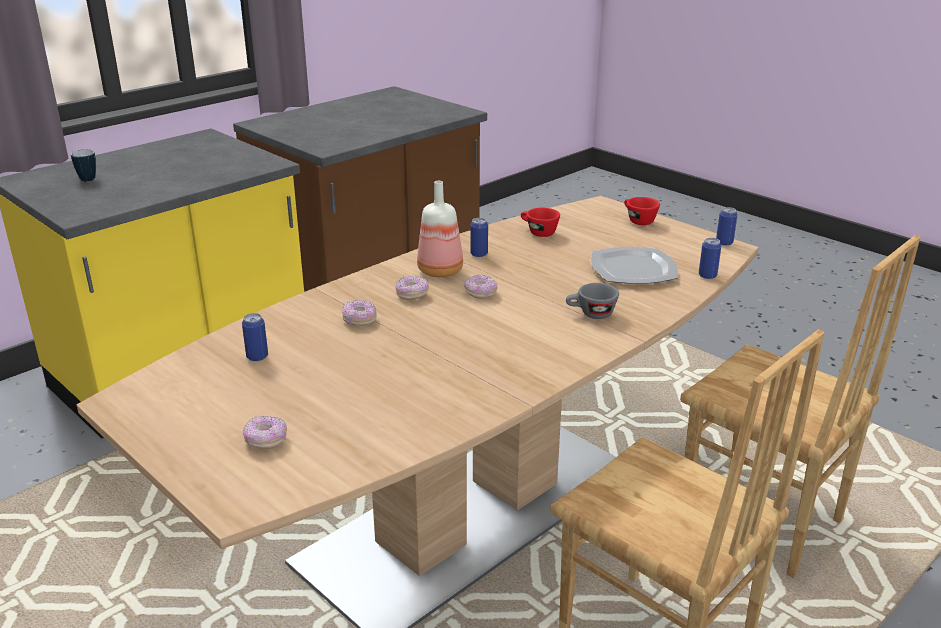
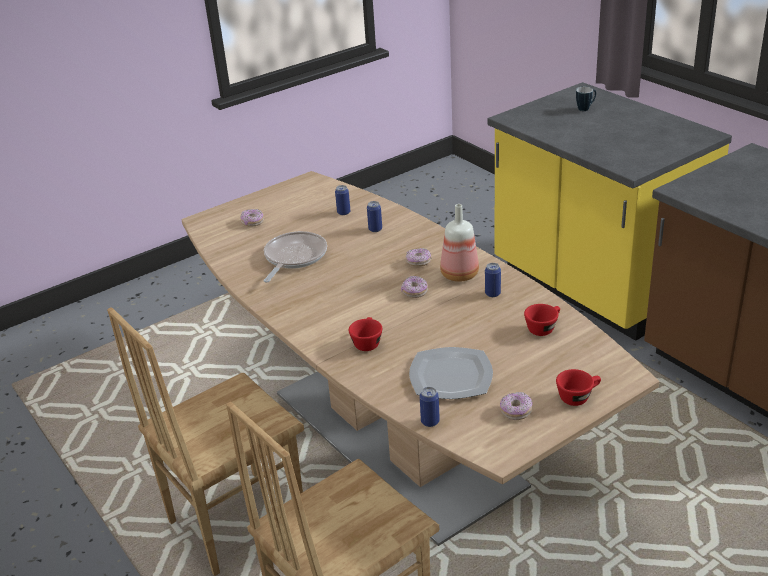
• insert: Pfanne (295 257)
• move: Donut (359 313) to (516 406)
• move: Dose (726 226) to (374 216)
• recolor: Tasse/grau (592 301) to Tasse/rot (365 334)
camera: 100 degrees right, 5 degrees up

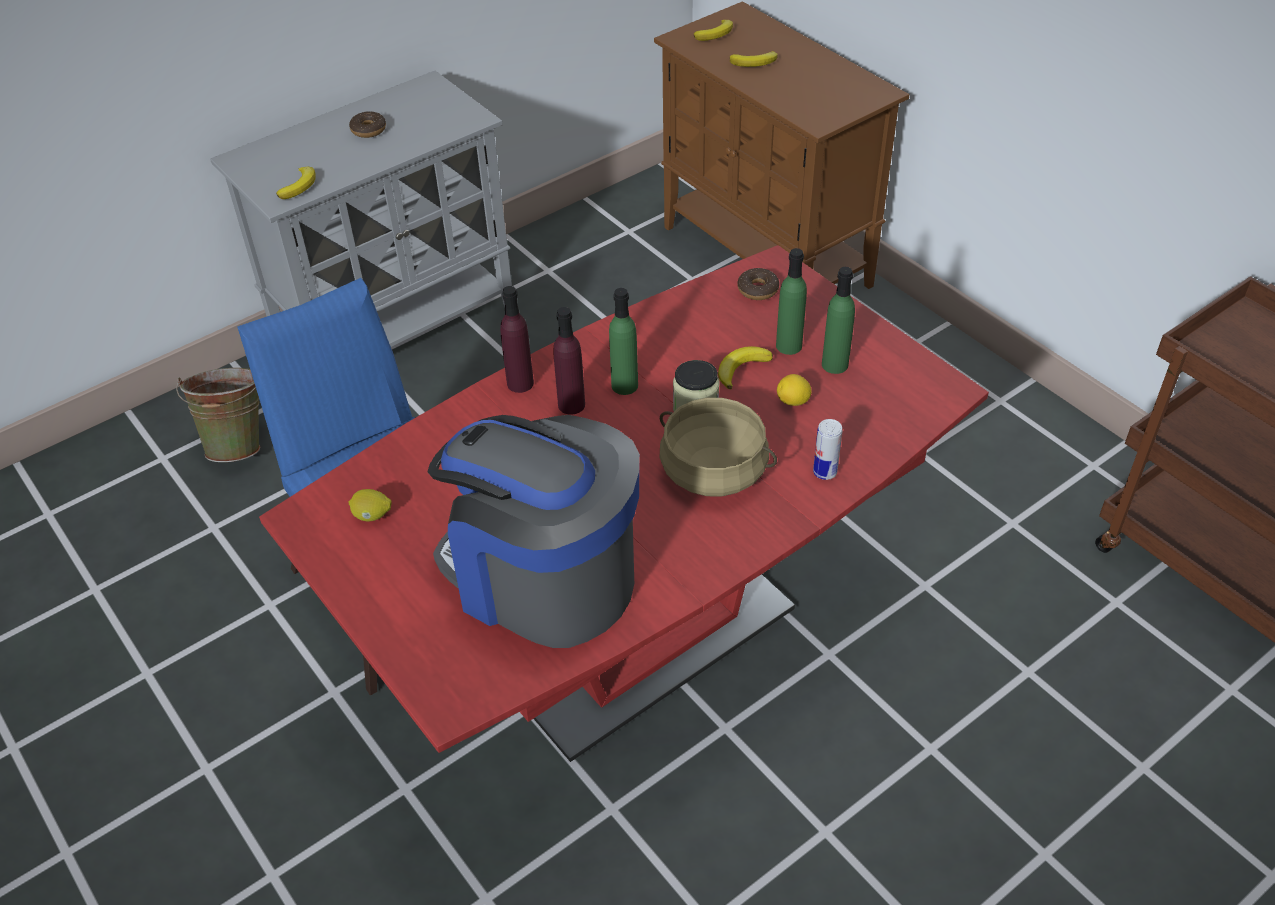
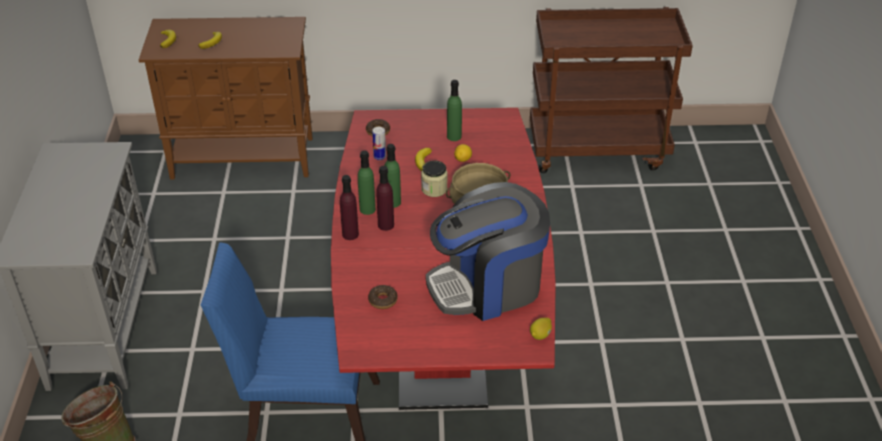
• delete: Banane (296 183)
• move: Zitrone (370 505) to (541 329)
• move: Donut (367 124) to (383 297)
• move: Flasche/grün (791 301) to (367 182)
• move: Dose (828 449) to (379 143)
camera: 55 degrees left, 5 degrees down

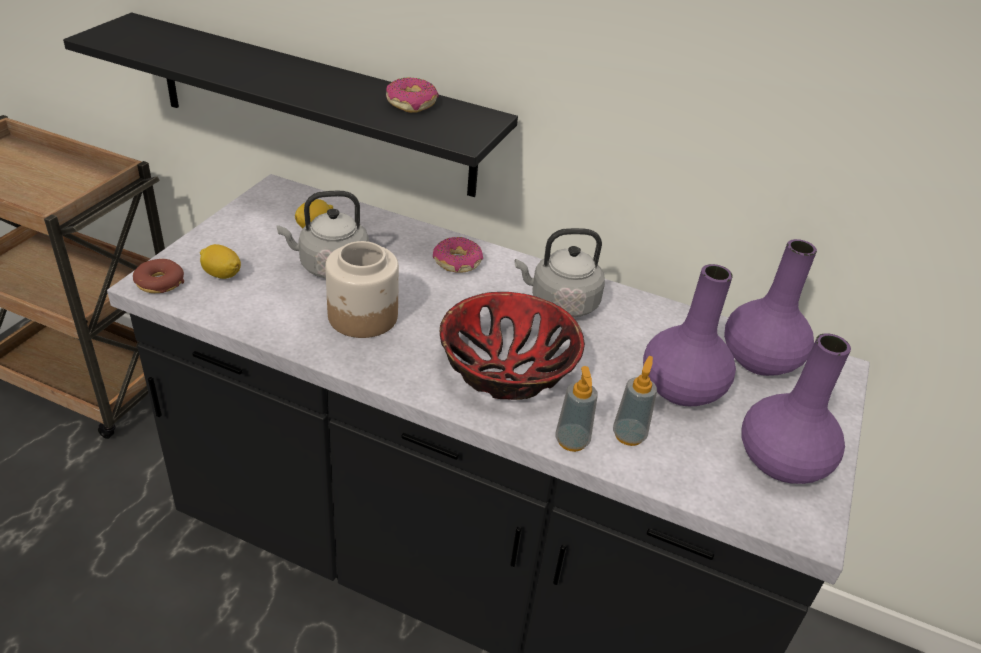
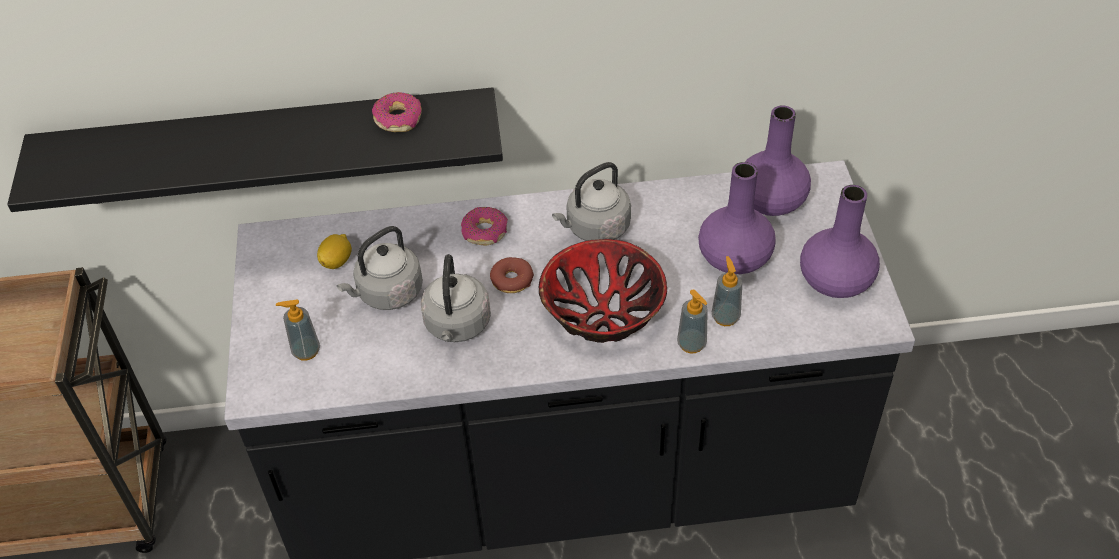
• move: Donut (158 276) to (512 275)
• replace: Zitrone (220 261) to Seifenspender (298 330)
• replace: Vorratsglas (362 289) to Wasserkessel/grau (456 298)
camera: 25 degrees left, 10 degrees up

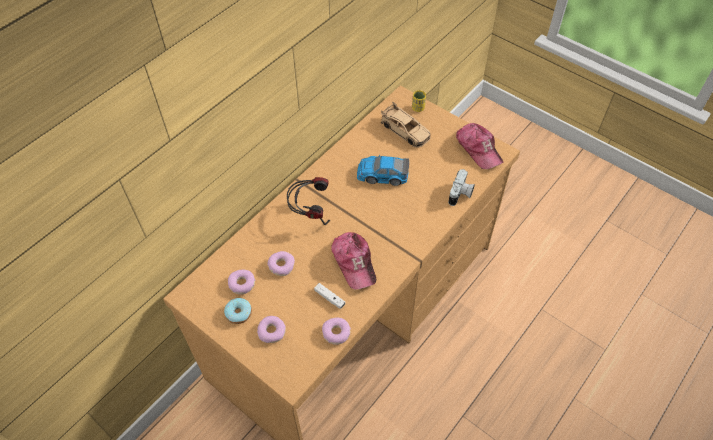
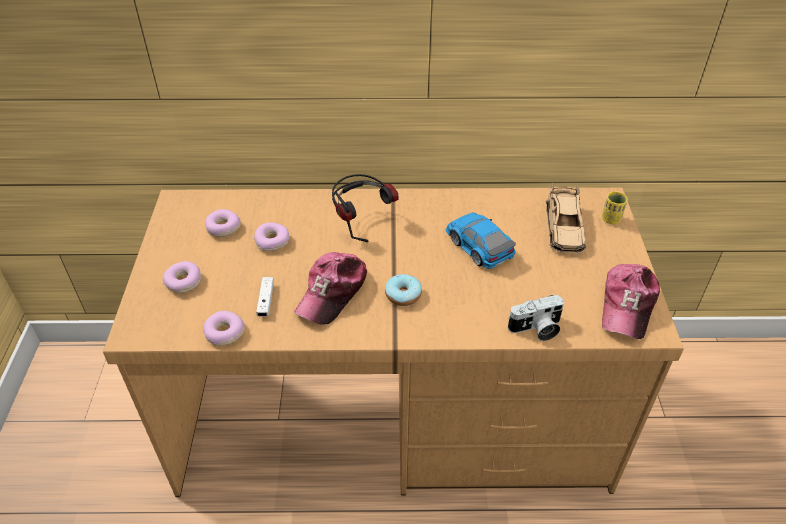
• move: Donut (238 311) to (403 290)
camera: 50 degrees right, 10 degrees down

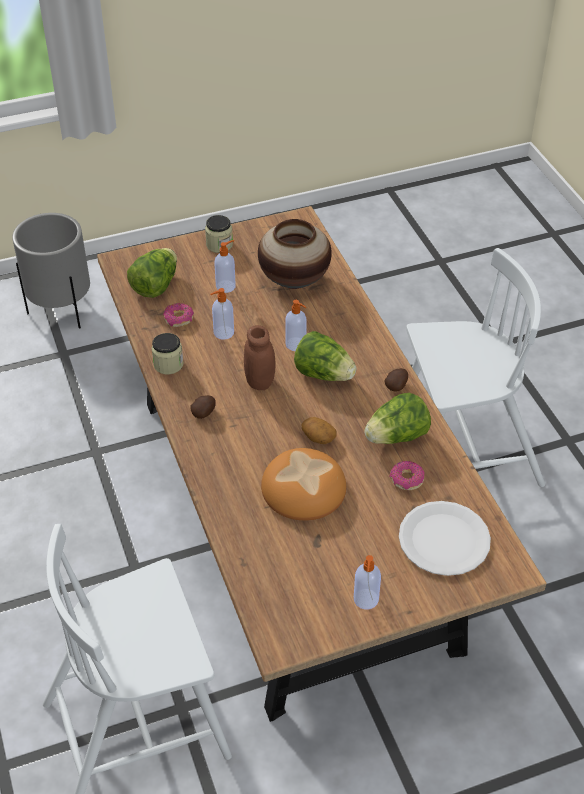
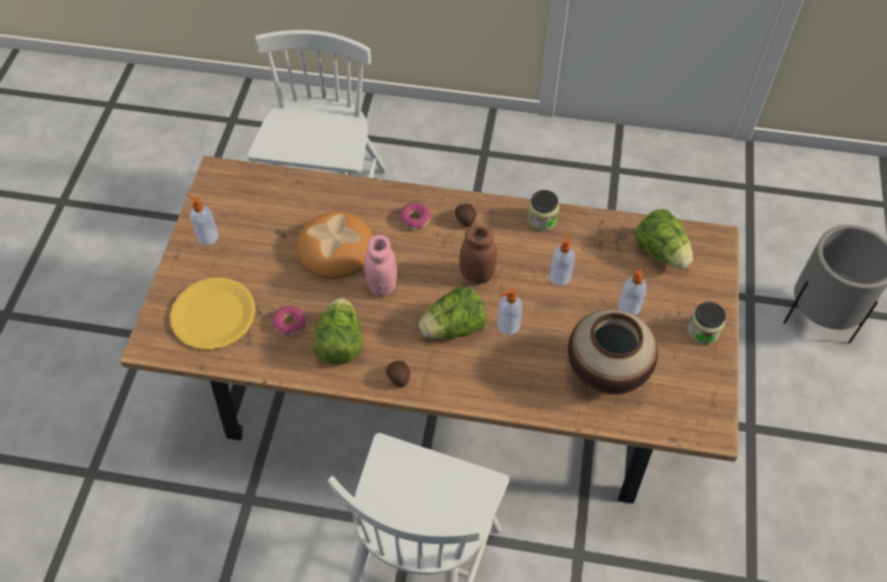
• move: Donut (178 315) to (415 216)
• replace: Kartoffel (319 430) to Vorratsglas/rosa (380 265)
• recolor: Teller/weiß (445 538) to Teller/gelb (213 314)
camera: 120 degrees right, 10 degrees up

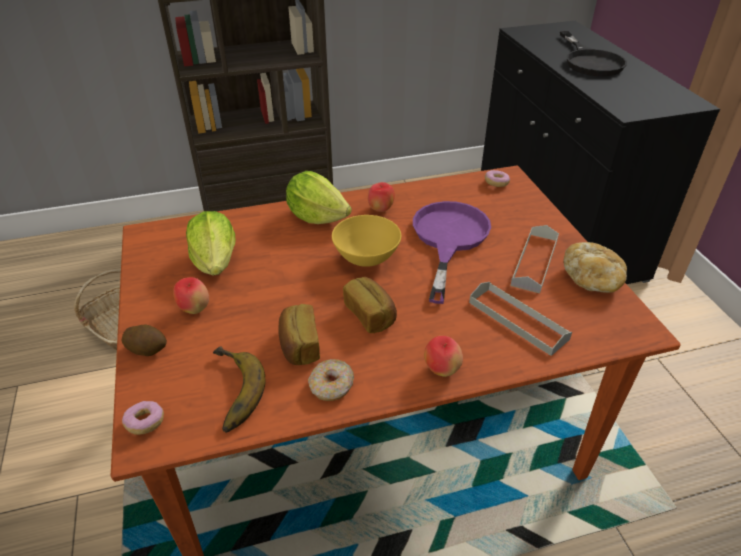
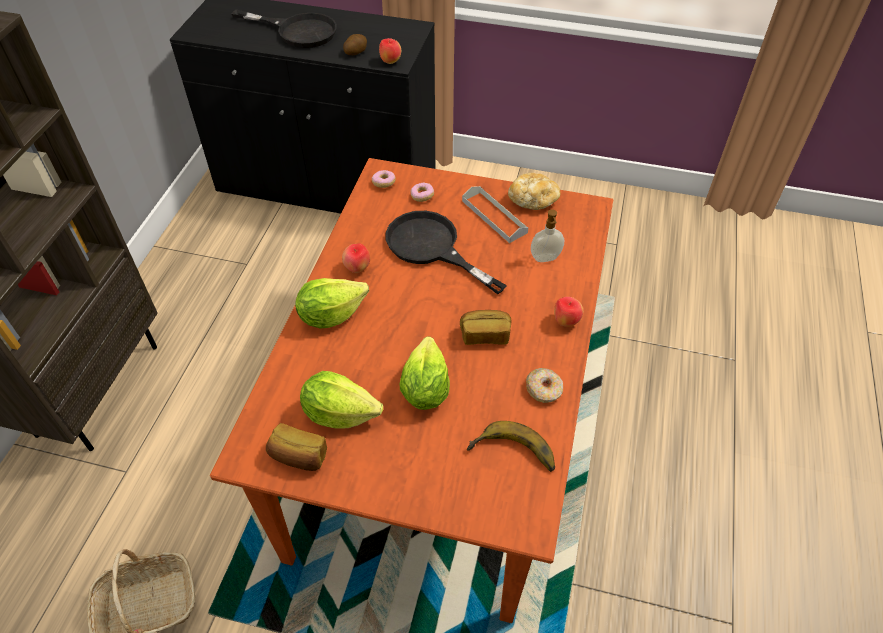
• delete: Schüssel/gelb (366 241)
• insert: Salatkopf (425 373)
• move: Kartoffel (144 340) to (355 44)
• move: Donut (143 418) to (422 192)
• move: Apfel (191 295) to (390 51)
• move: Brot (299 334) to (296 447)
• replace: Tablett/grau (520 319) to Seifenspender (547 235)
• recolor: Pfanne/lila (452 252) to Pfanne/schwarz (446 252)
camera: 60 degrees left, 10 degrees up

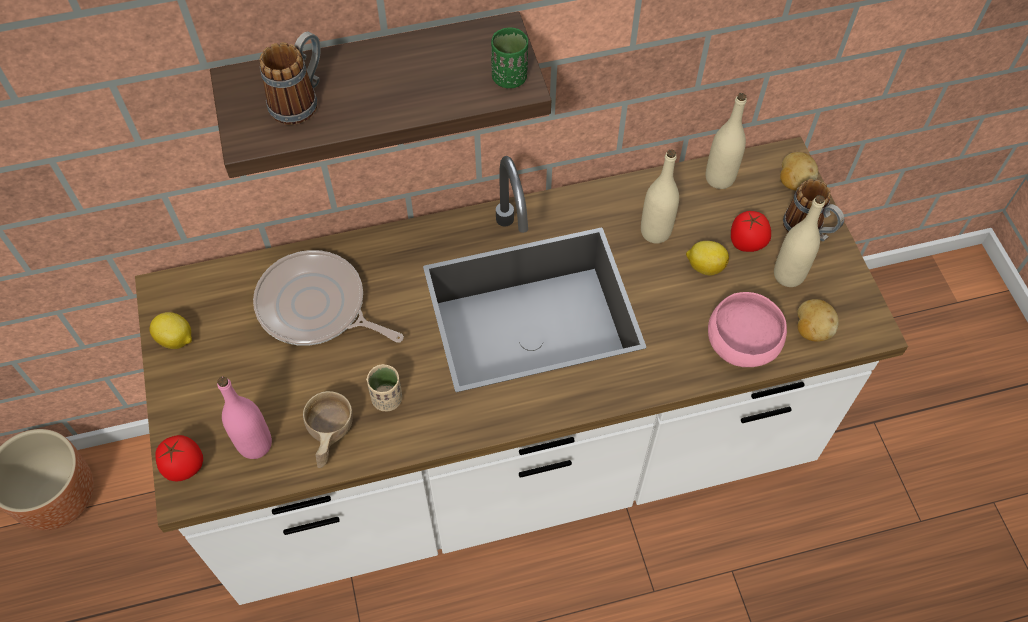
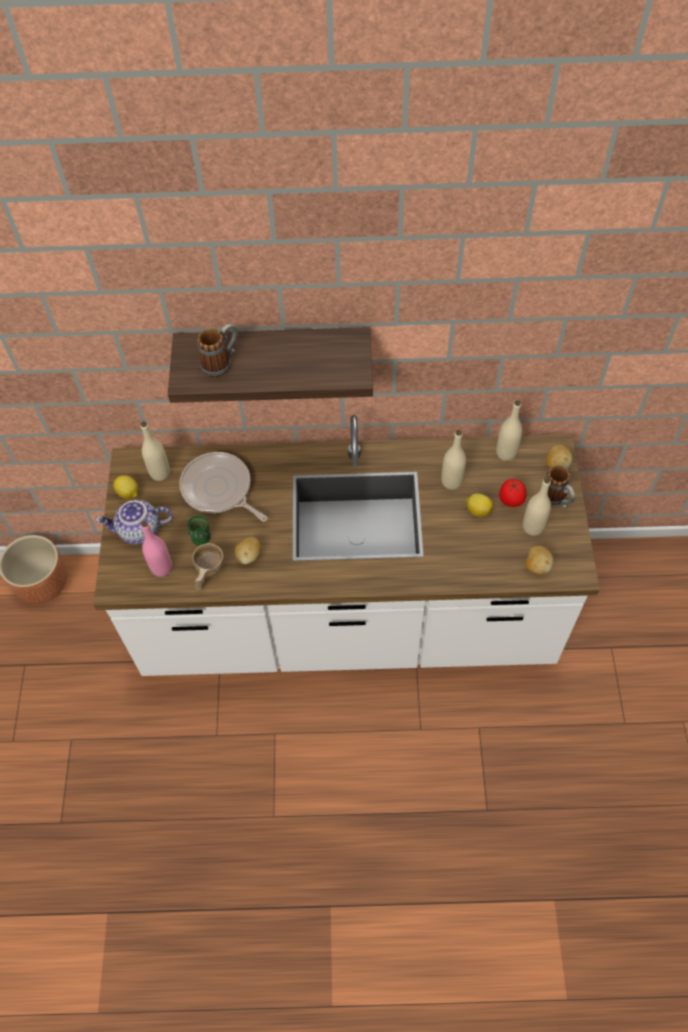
• delete: Tomate (179 458)
• delete: Schüssel/rosa (747 329)
• insert: Teekanne (134 522)
• insert: Flasche/beige (155 451)
• move: Tasse/grün (509 57) to (199 530)
• replace: Tasse/beige (384 387) to Kartoffel (247 550)
camera: 15 degrees right, 0 degrees up

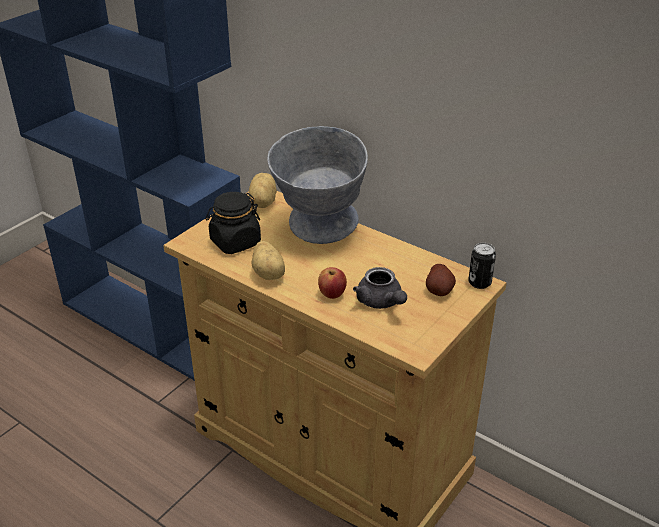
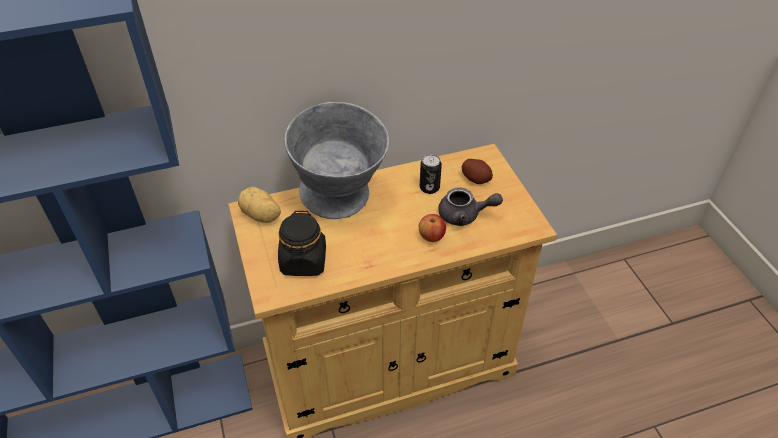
• delete: Kartoffel (268 260)
• move: Dose (482 266) to (431 174)
camera: 55 degrees left, 10 degrees up

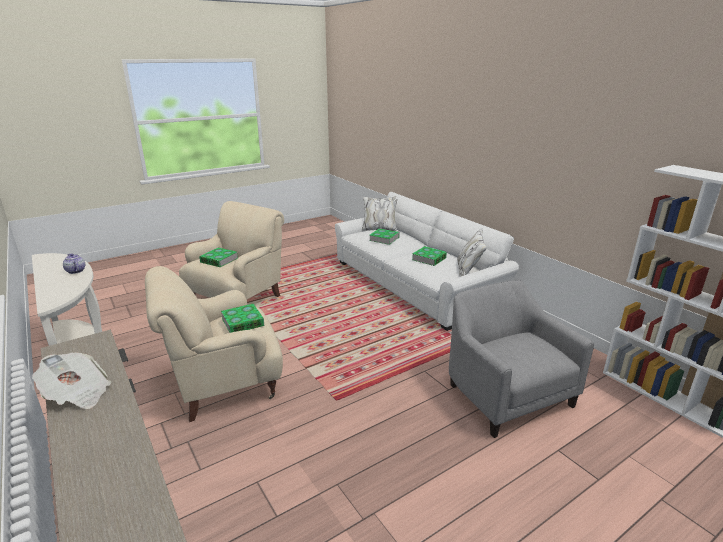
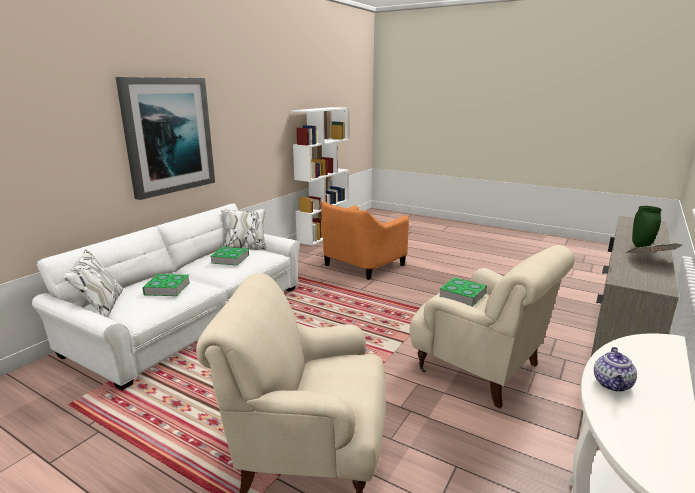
• delete: Buch (218 257)
• insert: Bild (165 138)
• insert: Vase/grün (647 226)
• recolor: Sessel/grau (521 359) to Sessel/orange (365 240)
camera: 115 degrees left, 5 degrees down

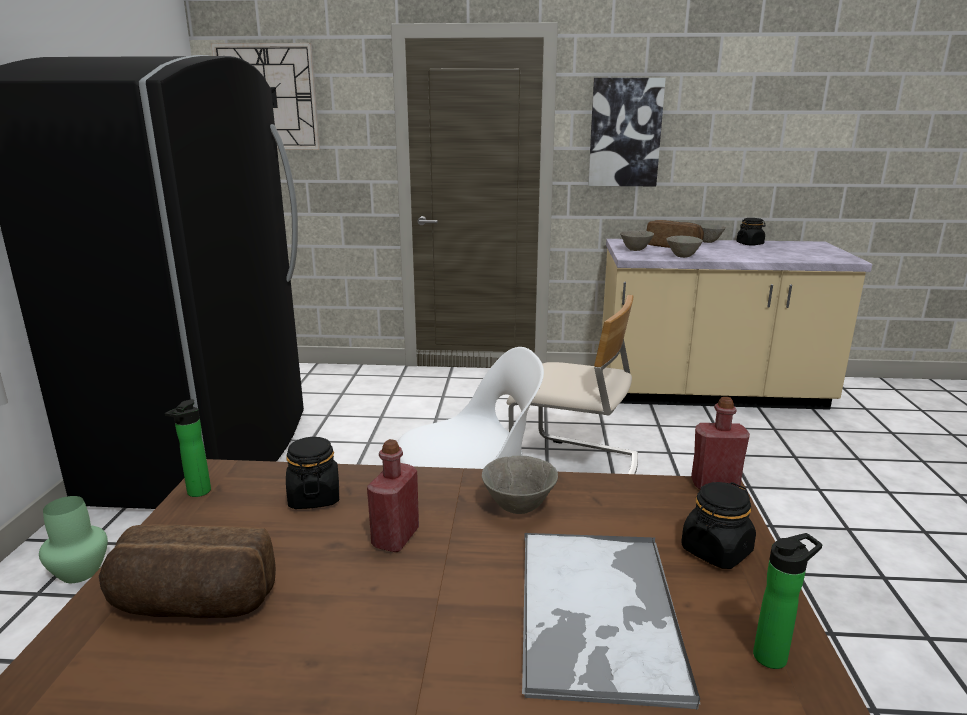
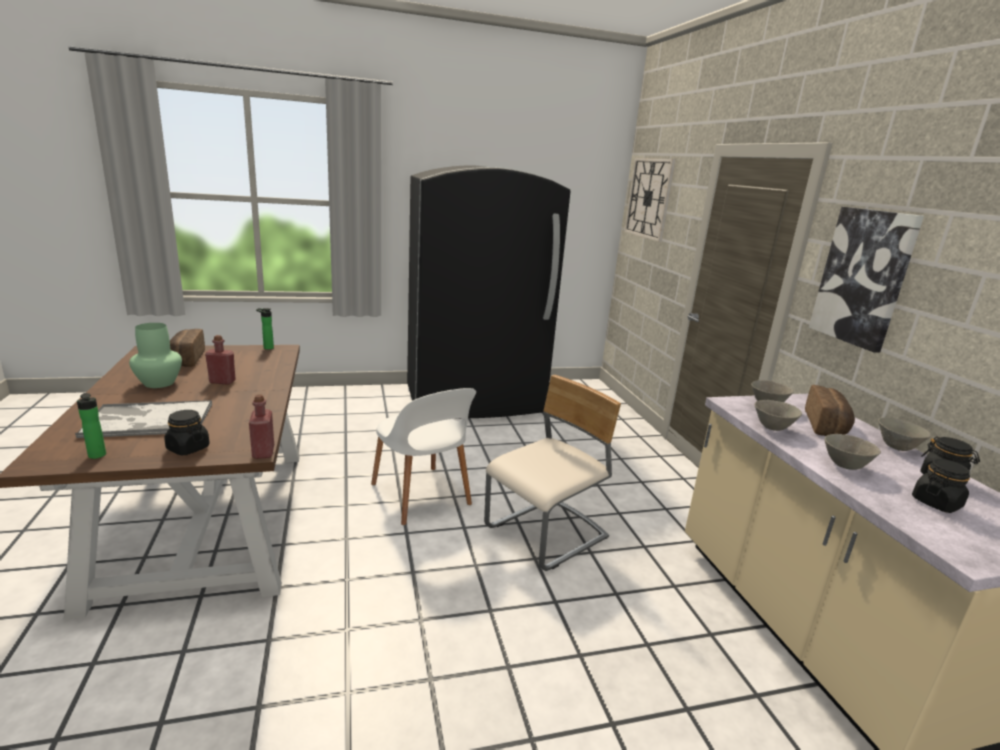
• move: Vase/grün (73 539) to (155 355)
• move: Vorratsglas/schwarz (312 473) to (941 486)
• move: Schüssel/grau (520 485) to (853 452)
• rotate: Stuhl/beige (572 384) = (552 473) 135 degrees counterclockwise
camera: 70 degrees right, 0 degrees up

